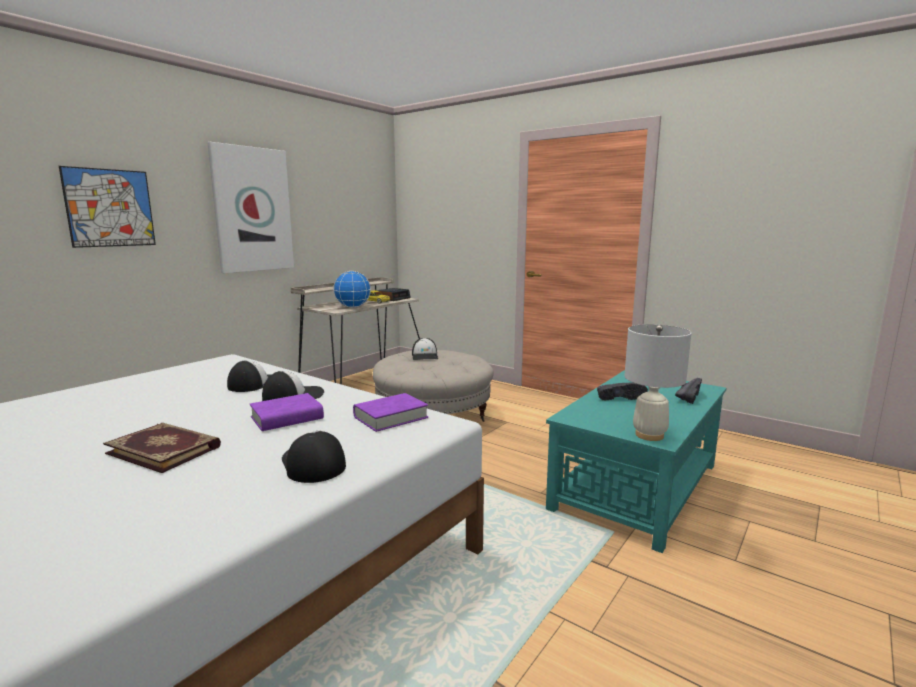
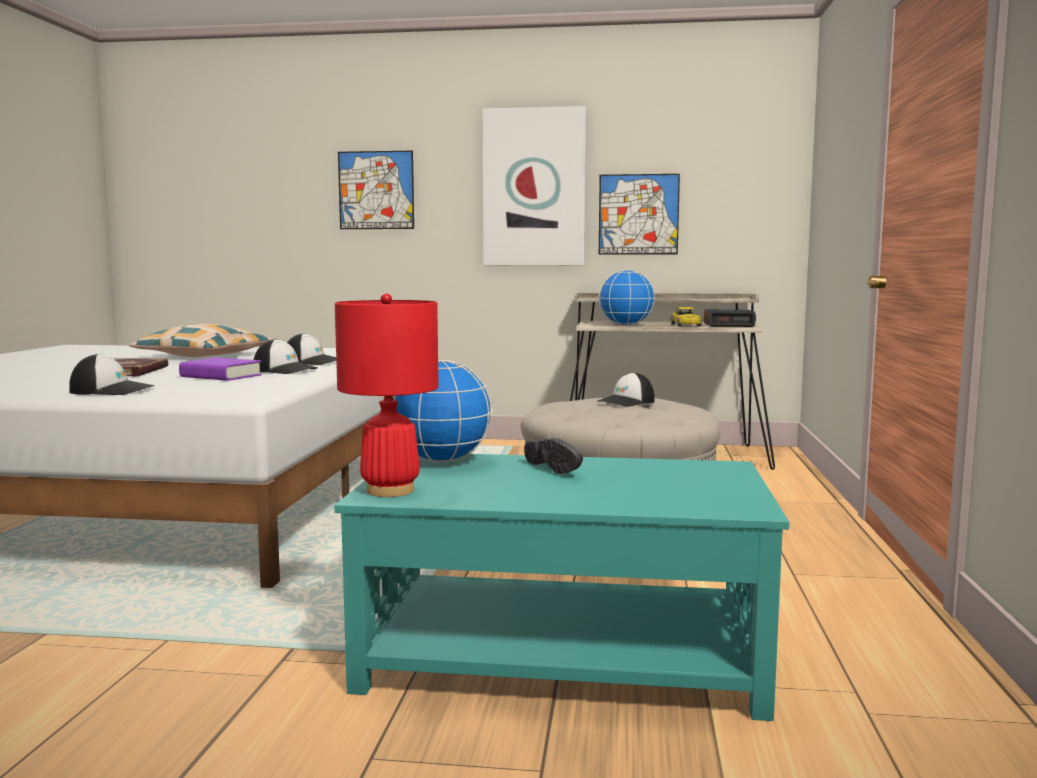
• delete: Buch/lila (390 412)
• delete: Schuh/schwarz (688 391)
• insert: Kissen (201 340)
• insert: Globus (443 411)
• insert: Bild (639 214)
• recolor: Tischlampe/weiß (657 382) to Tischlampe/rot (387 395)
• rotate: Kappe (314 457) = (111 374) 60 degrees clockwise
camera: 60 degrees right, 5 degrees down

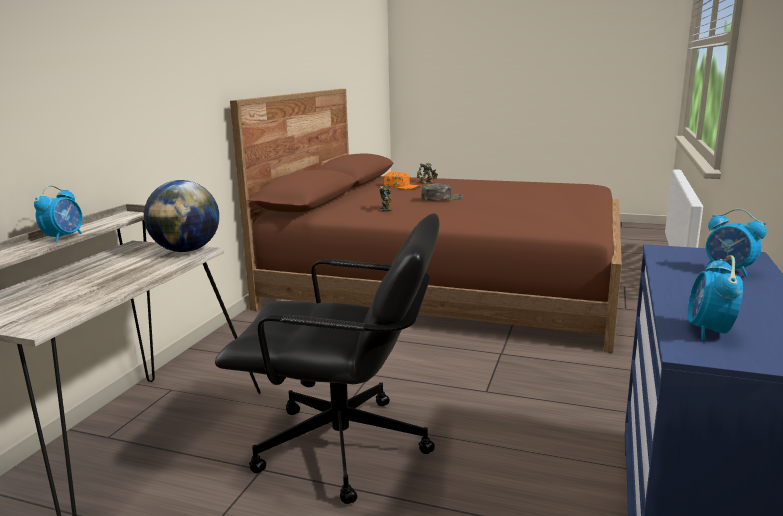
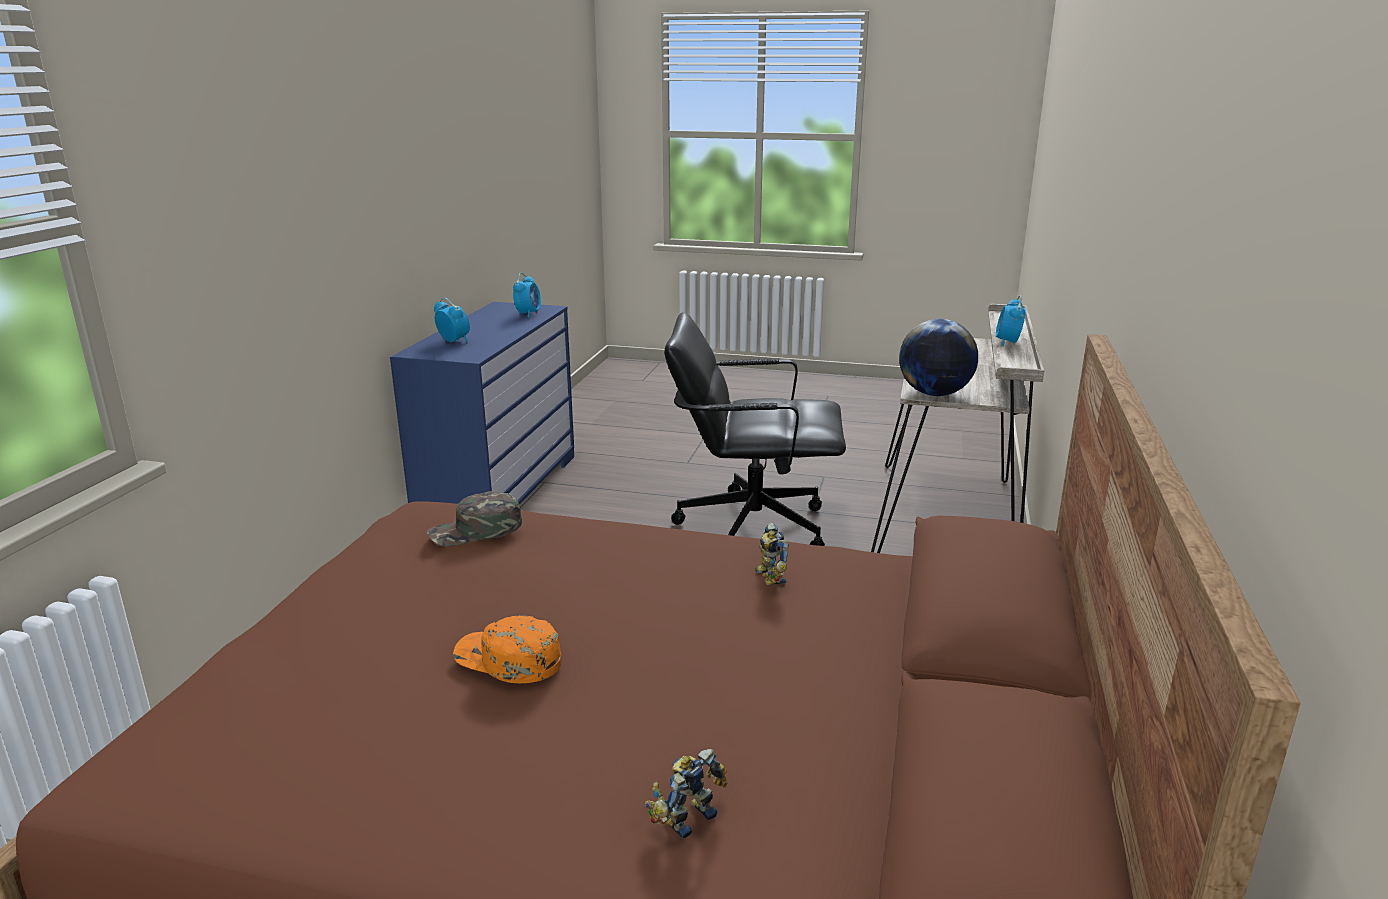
• move: Kappe/orange (402 180) to (507 649)
• move: Kappe/grün (442 192) to (474 519)
camera: 175 degrees right, 5 degrees up

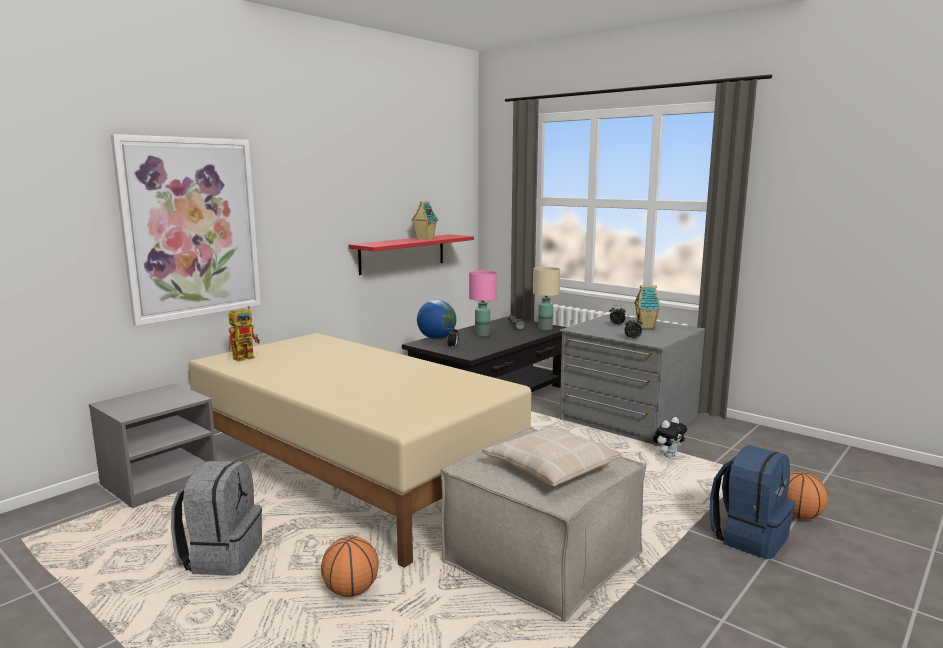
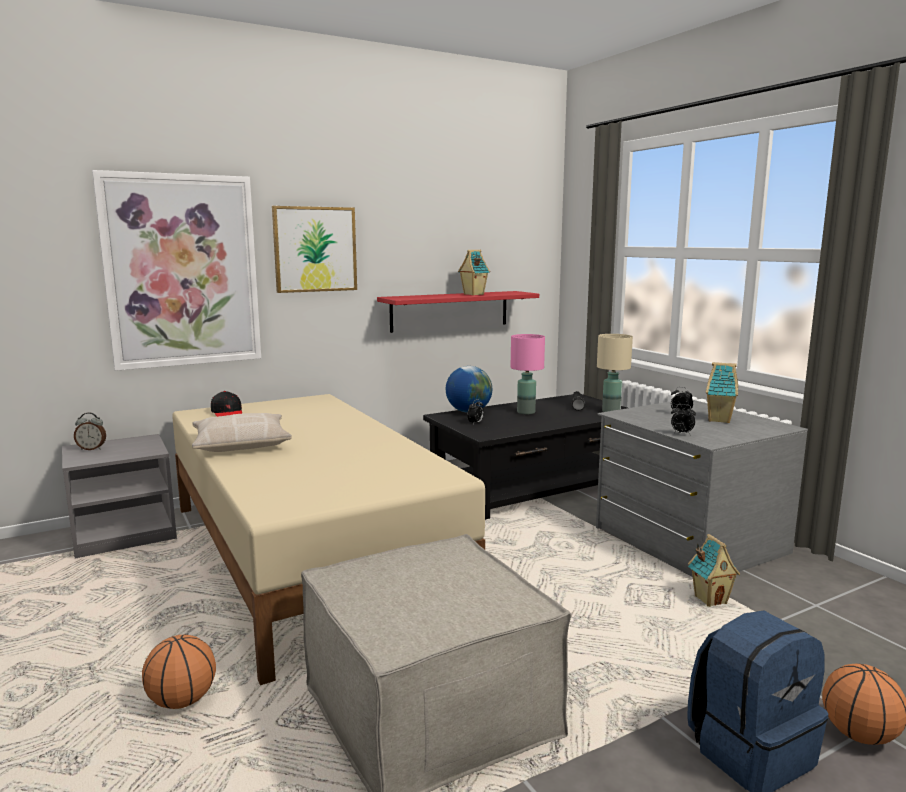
• delete: Rucksack/grau (216 518)
• insert: Wecker (90 431)
• insert: Bild (314 249)
• move: Kissen/beige (552 456) to (242 432)
• replace: Spielzeugroboter (244 333) to Kappe/schwarz (226 404)
• replace: Plüschtier (670 437) to Spielzeughaus (714 570)
camera: 20 degrees right, 0 degrees up

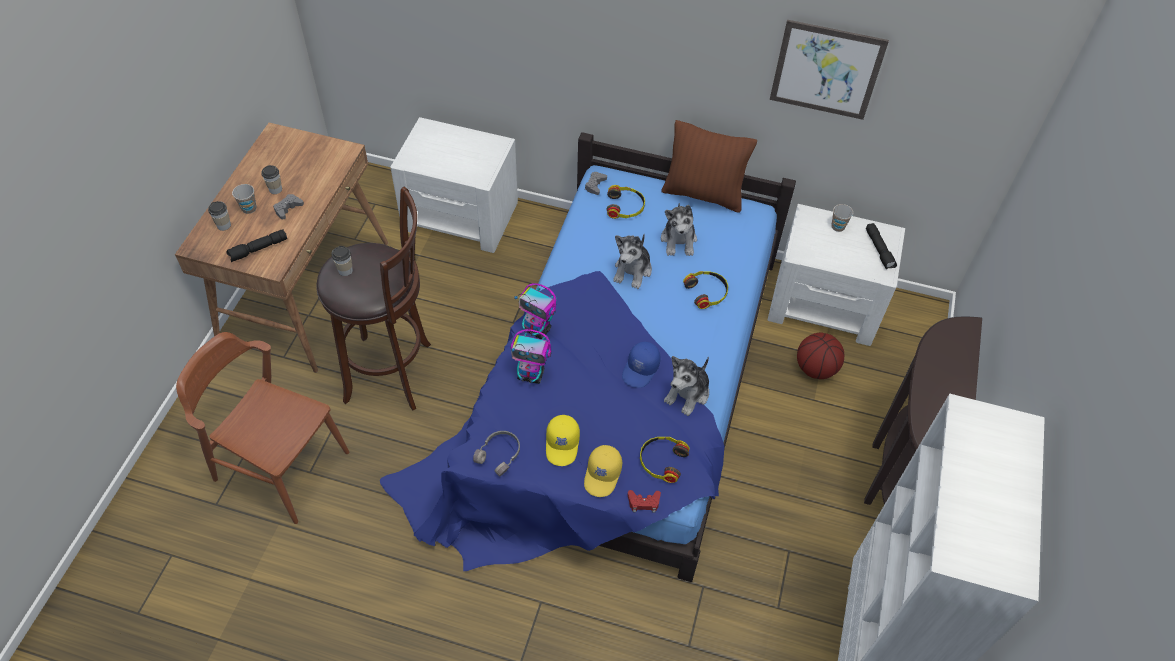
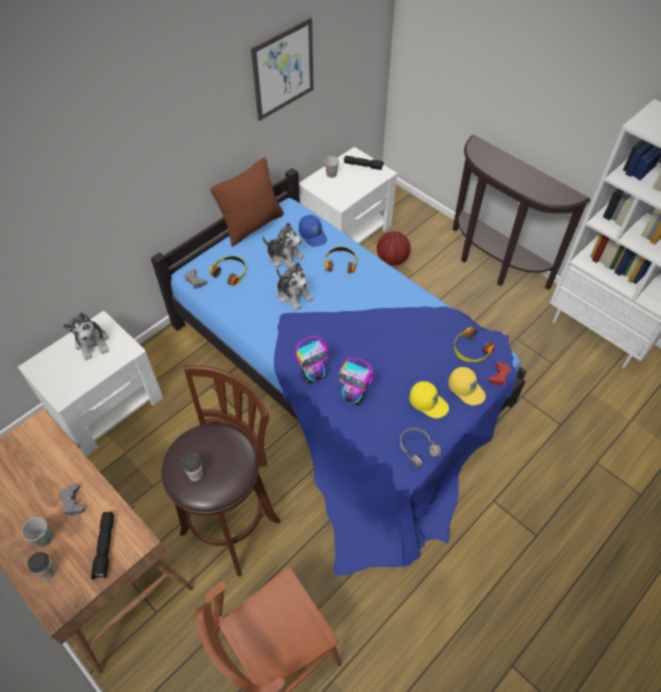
• delete: Tasse (271 179)
• move: Kappe/blau (641 364) to (313 231)
• move: Plüschtier (686 386) to (86 336)
• rotate: Spielzeugroboter (531 356) = (356 381) 75 degrees clockwise
camera: 60 degrees left, 0 degrees up

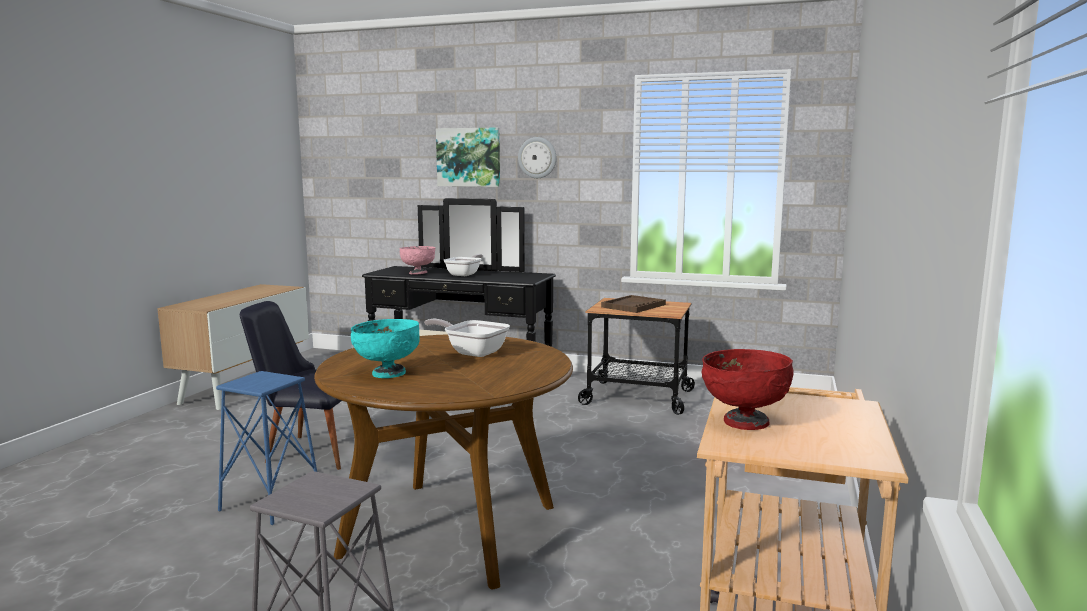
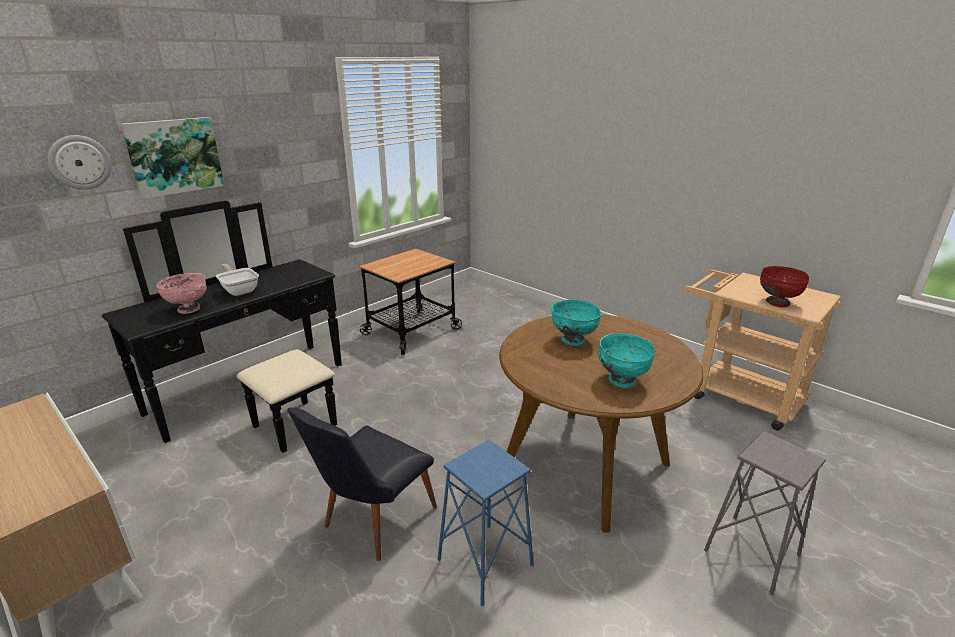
• delete: Tablett/braun (633 304)
• move: Wanduhr (537 157) to (80 162)
• replace: Pfanne (467 338) to Schüssel/türkis (576 323)
camera: 65 degrees left, 15 degrees up

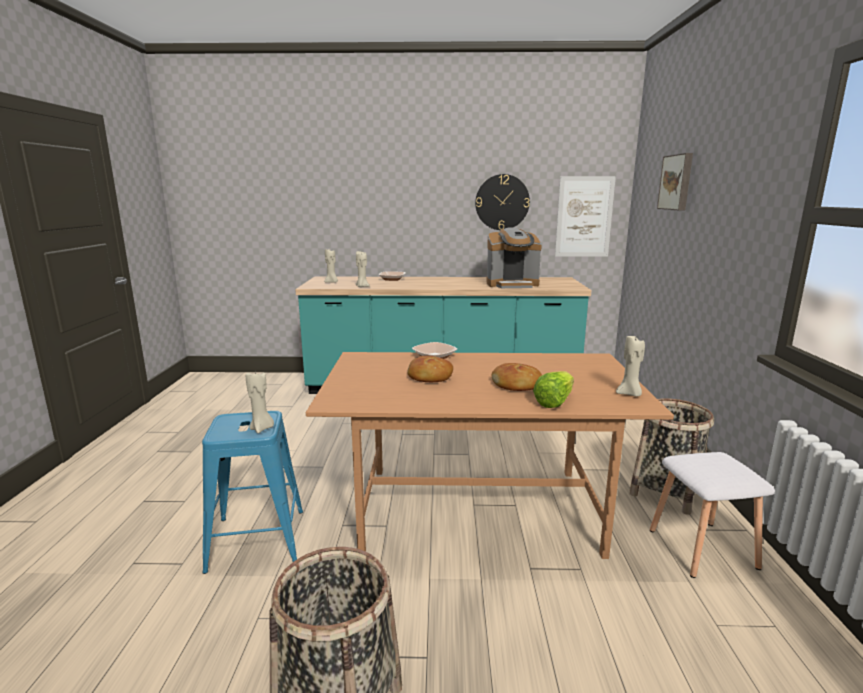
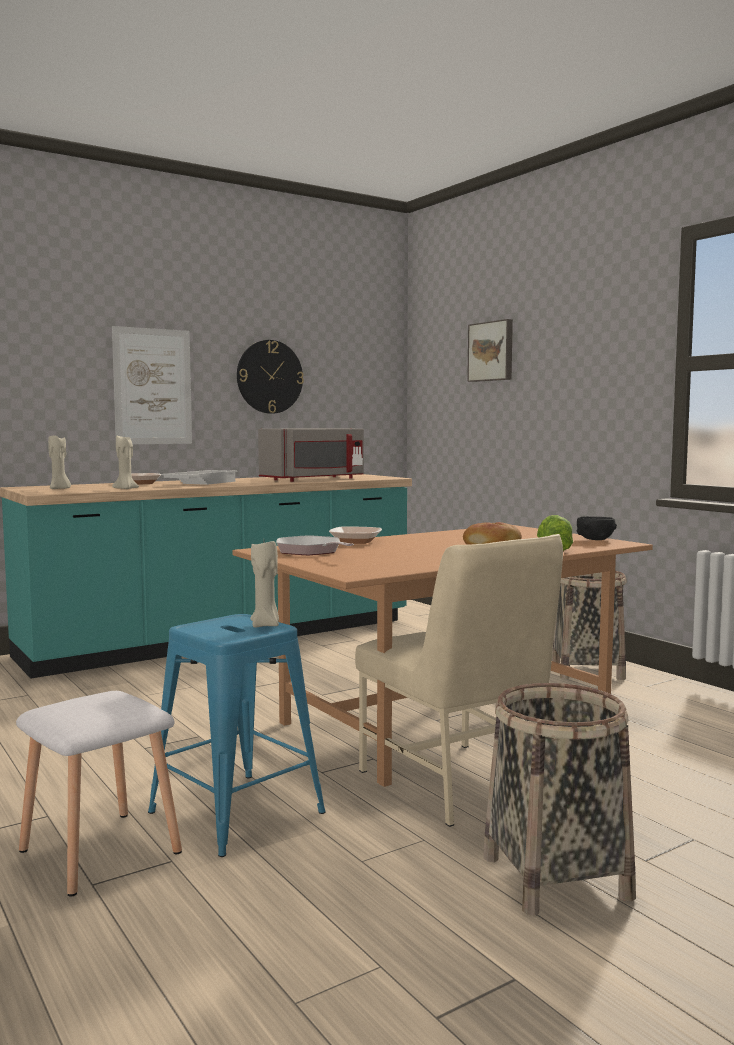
• delete: Brot (430 369)
• insert: Tablett/weiß (199 477)
• insert: Pfanne (315 545)
• insert: Stuhl/beige (459 680)
• move: Bild (585 216) to (152 385)
• move: Hocker/weiß (712 515) to (99 794)
• replace: Kaffeemaschine (514 258) to Mikrowelle/grau (311 455)
• replace: Kerze/beige (630 366) to Schüssel/schwarz (597 528)
camera: 35 degrees left, 10 degrees down

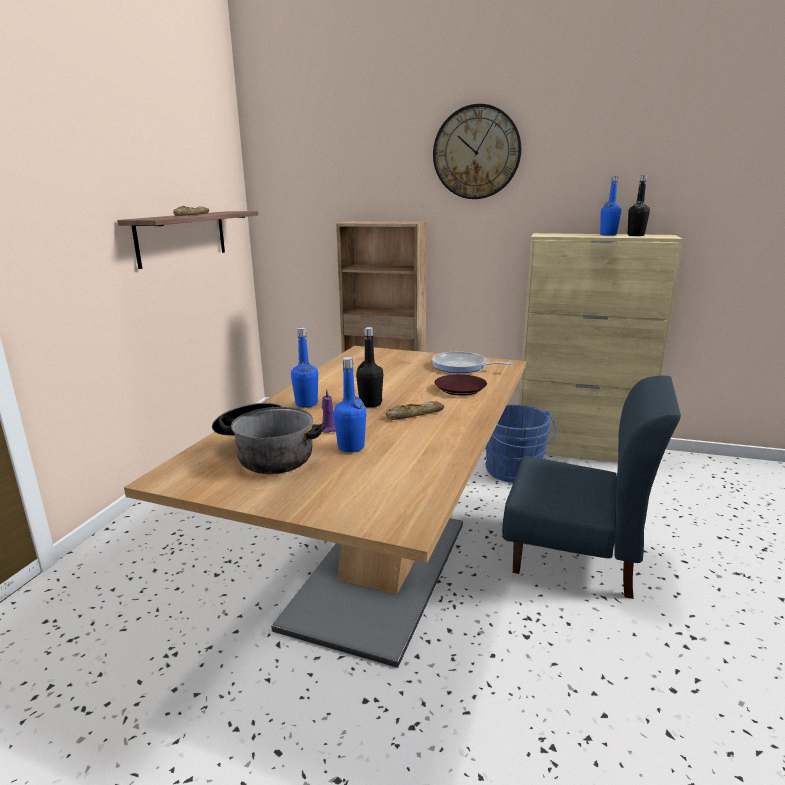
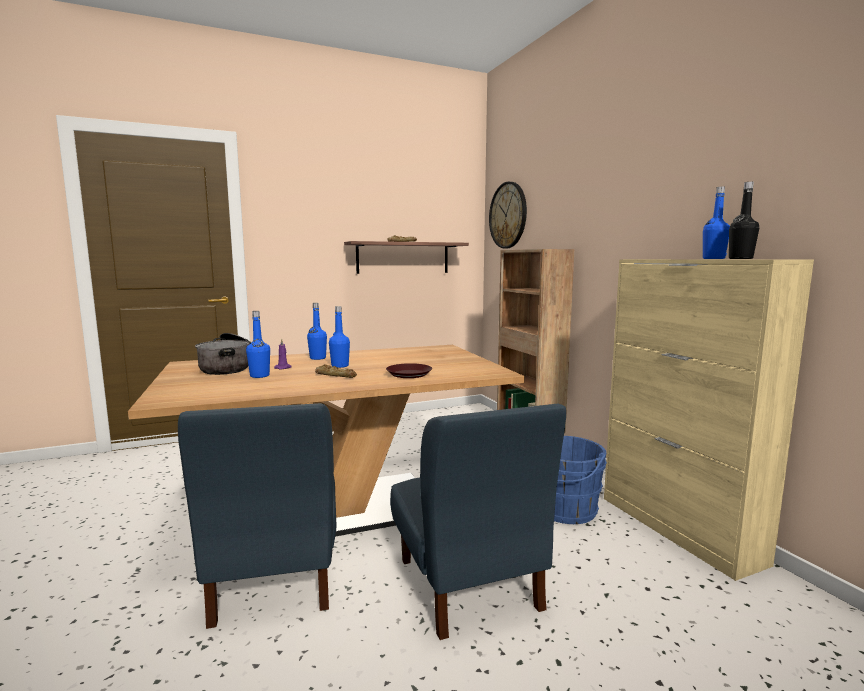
• delete: Pfanne (472 362)
• insert: Stuhl/blau (257 516)
• move: Wanduhr (477 151) to (508 215)
• recolor: Flasche/schwarz (369 367) to Flasche/blau (339 337)
camera: 50 degrees right, 10 degrees down

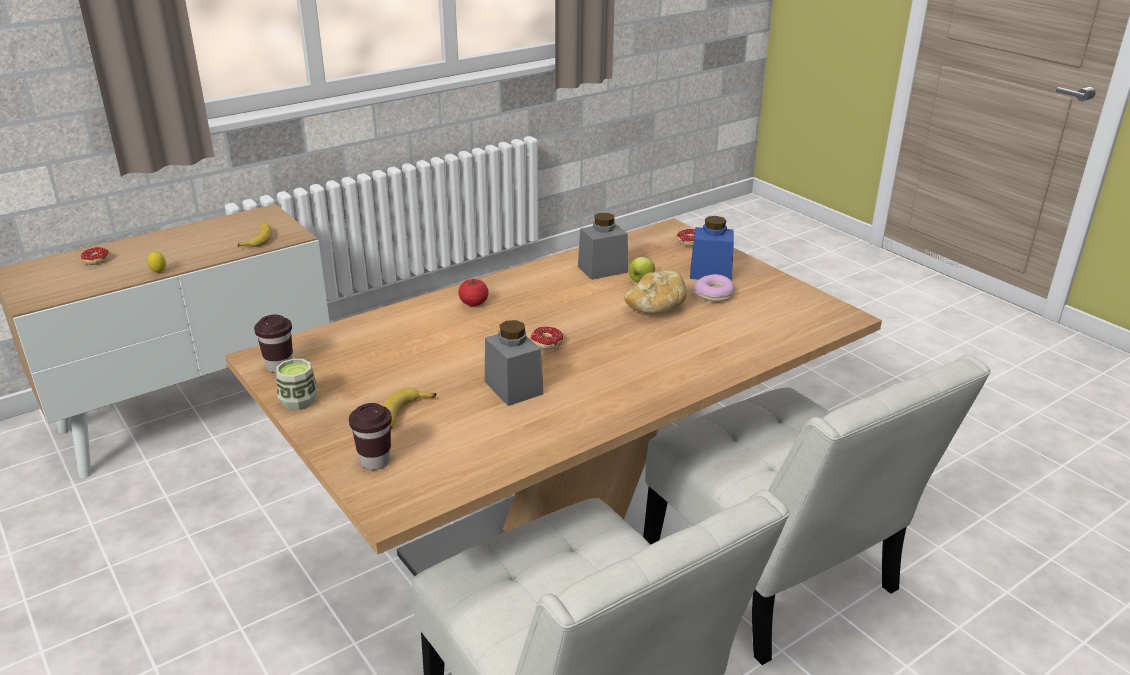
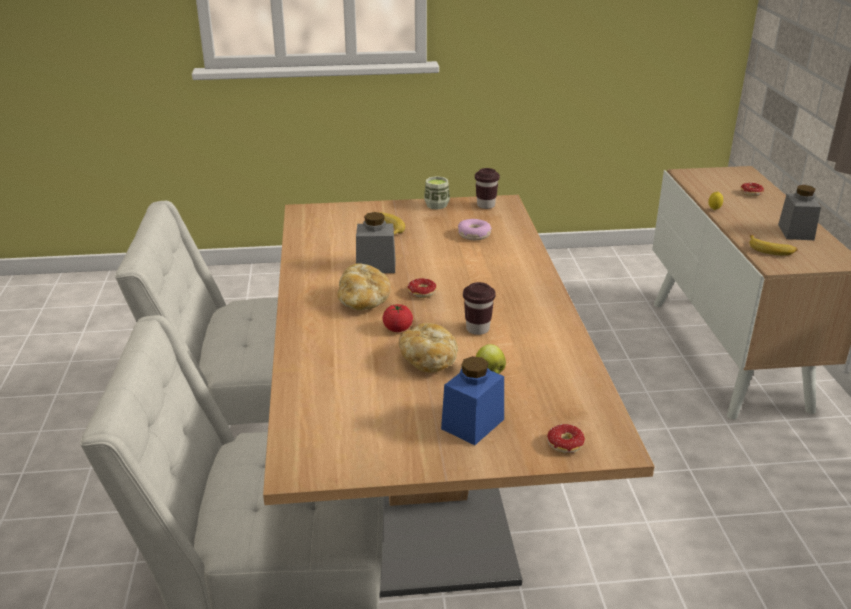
• insert: Brot (364 287)
• move: Tasse/braun (370 436) to (479 308)
• move: Tomate (473 292) to (398 318)
• move: Vorratsglas/grau (603 246) to (799 212)
• move: Donut (714 288) to (475 229)
camera: 120 degrees right, 0 degrees up

